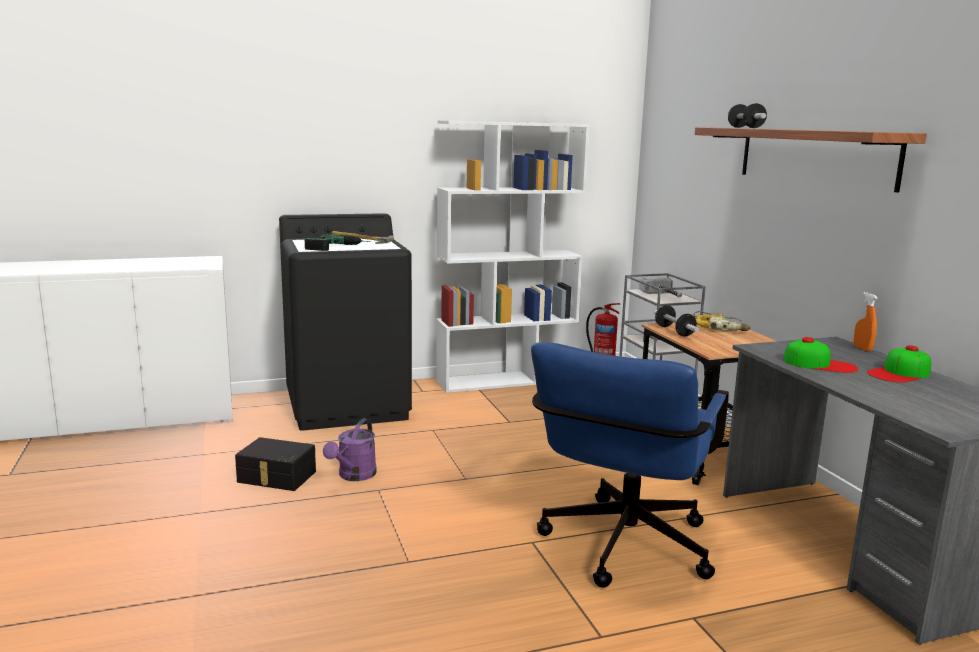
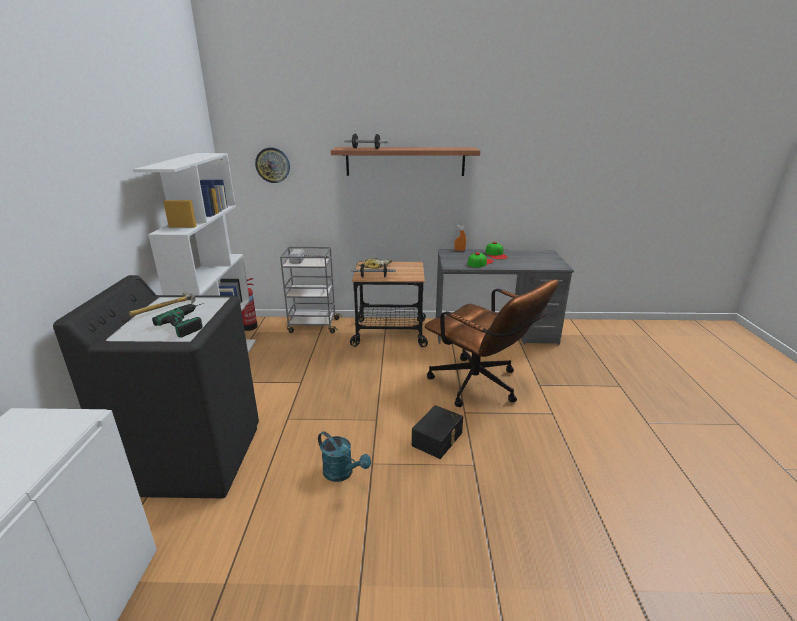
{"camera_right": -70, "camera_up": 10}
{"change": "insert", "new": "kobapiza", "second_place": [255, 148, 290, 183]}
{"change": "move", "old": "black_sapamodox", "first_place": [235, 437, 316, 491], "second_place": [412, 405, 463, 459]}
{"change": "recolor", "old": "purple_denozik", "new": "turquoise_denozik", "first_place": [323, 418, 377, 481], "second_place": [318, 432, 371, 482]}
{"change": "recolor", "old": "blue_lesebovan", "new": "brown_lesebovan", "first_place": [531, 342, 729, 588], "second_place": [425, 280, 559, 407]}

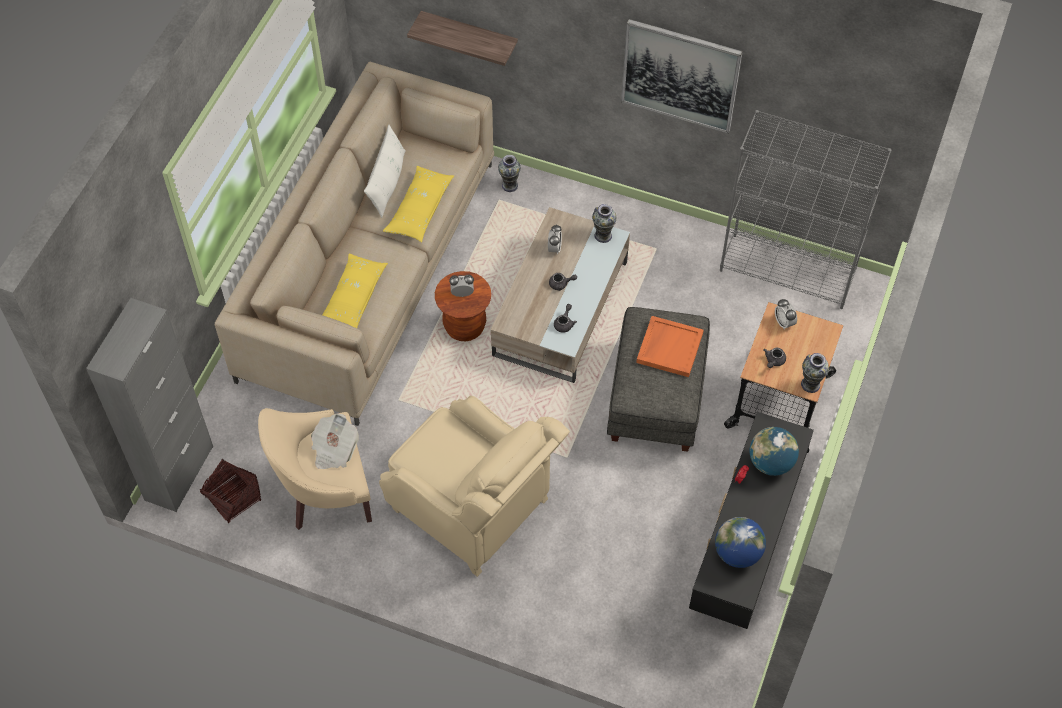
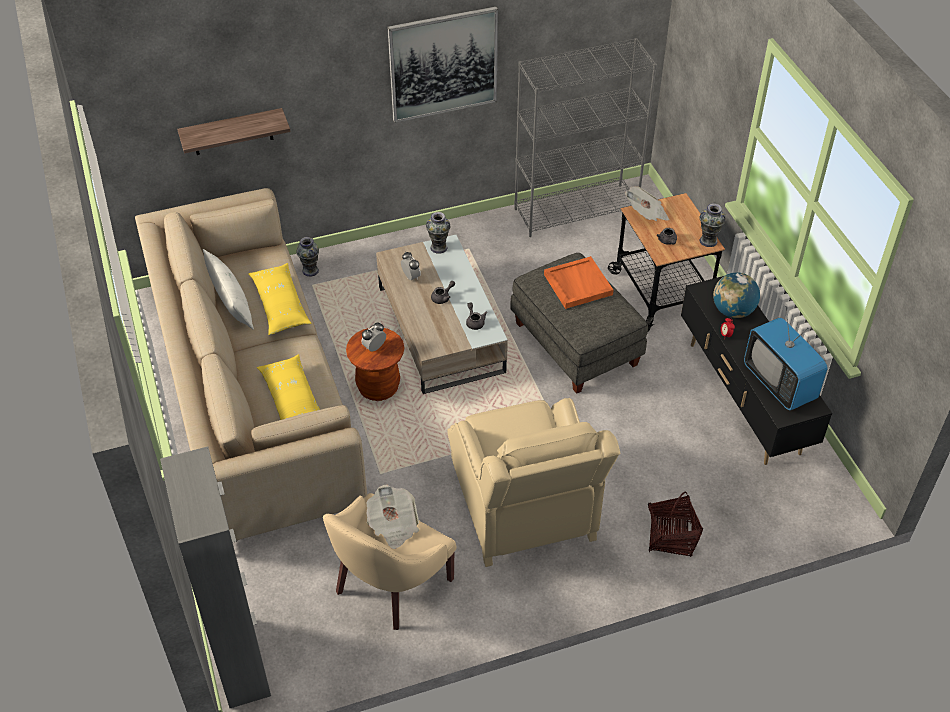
{"camera_right": -40, "camera_up": -10}
{"change": "move", "old": "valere", "first_place": [200, 459, 261, 523], "second_place": [648, 492, 703, 557]}
{"change": "replace", "old": "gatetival", "new": "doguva", "first_place": [715, 517, 766, 568], "second_place": [744, 306, 828, 411]}
{"change": "replace", "old": "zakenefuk", "new": "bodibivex", "first_place": [775, 299, 797, 330], "second_place": [625, 186, 669, 221]}
{"change": "rotate", "old": "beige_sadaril", "first_place": [379, 396, 570, 577], "second_place": [447, 398, 620, 567], "degrees": 75}

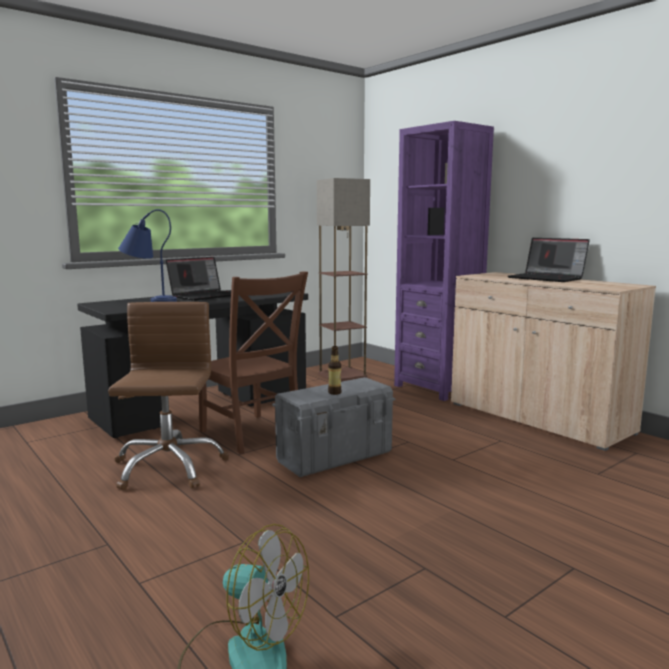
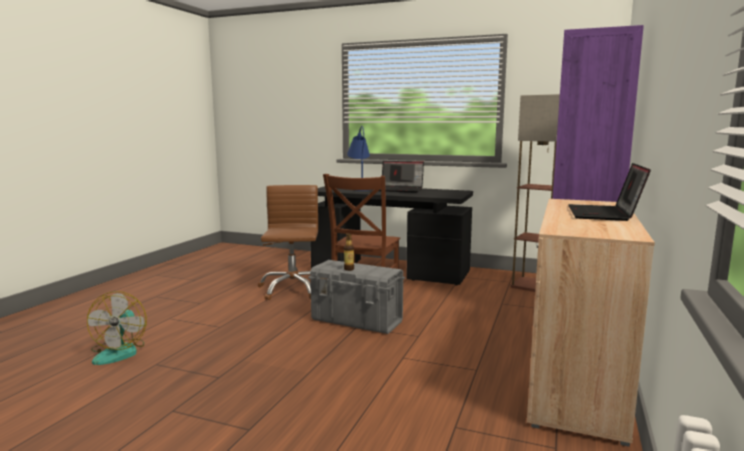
{"camera_right": 60, "camera_up": 0}
{"change": "rotate", "old": "brown_lesebovan", "first_place": [108, 302, 229, 490], "second_place": [258, 185, 318, 300], "degrees": -60}

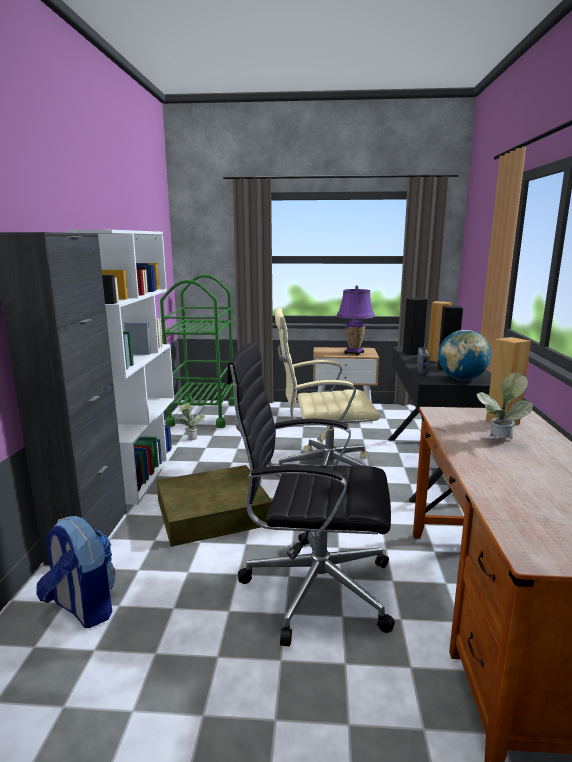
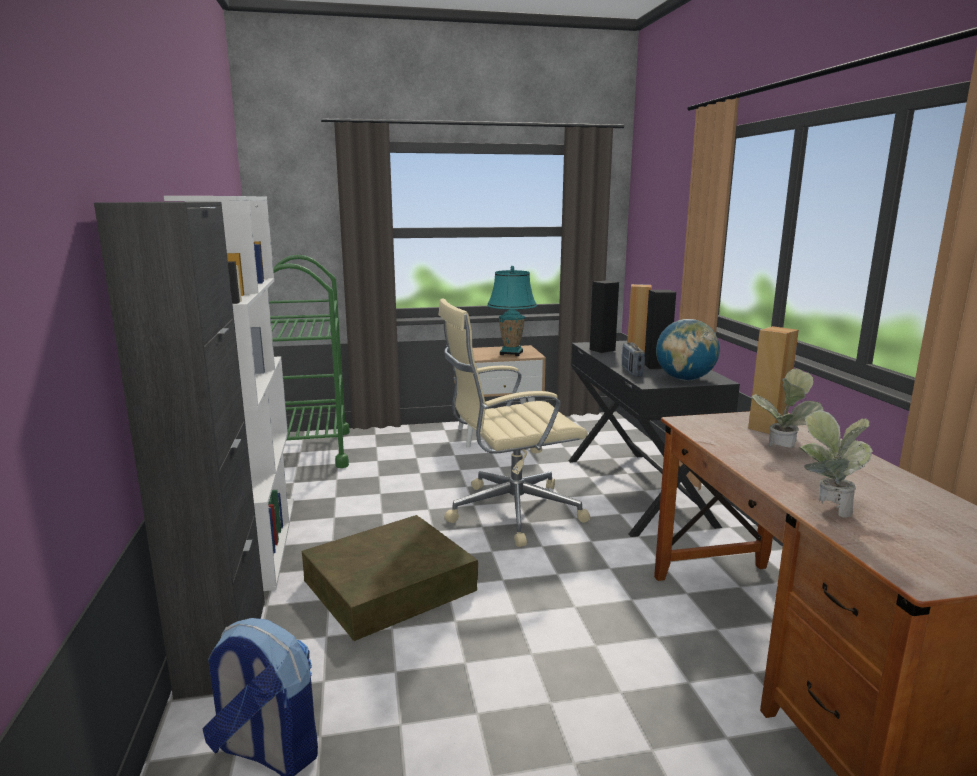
{"camera_right": -15, "camera_up": 0}
{"change": "delete", "old": "black_lesebovan", "first_place": [227, 340, 395, 646]}
{"change": "move", "old": "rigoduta", "first_place": [175, 403, 205, 441], "second_place": [799, 410, 873, 518]}
{"change": "recolor", "old": "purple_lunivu", "new": "turquoise_lunivu", "first_place": [337, 285, 375, 355], "second_place": [487, 266, 537, 356]}

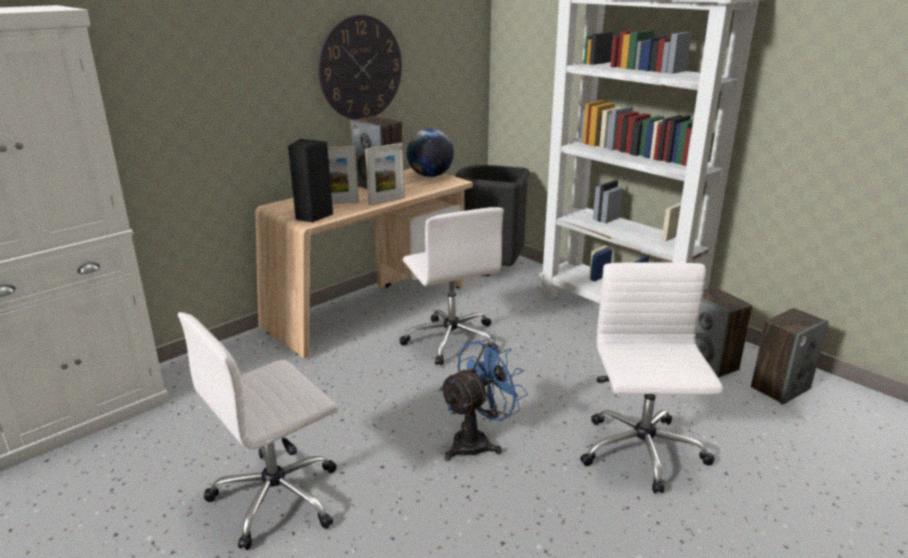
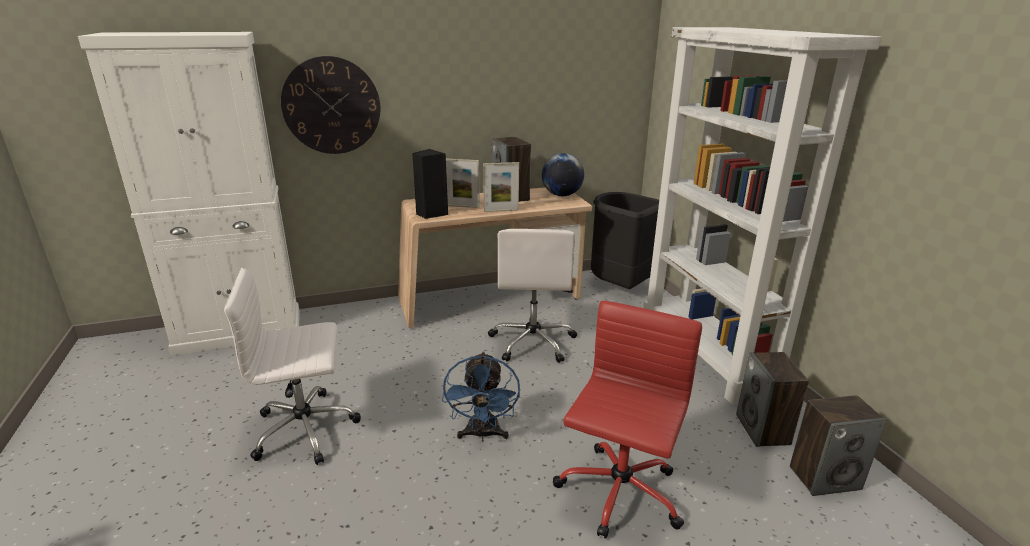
{"camera_right": 25, "camera_up": 0}
{"change": "move", "old": "kobapiza", "first_place": [318, 15, 402, 120], "second_place": [281, 56, 380, 154]}
{"change": "recolor", "old": "white_lesebovan", "new": "red_lesebovan", "first_place": [580, 262, 723, 493], "second_place": [553, 301, 702, 539]}
{"change": "rotate", "old": "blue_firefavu", "first_place": [438, 337, 528, 461], "second_place": [442, 352, 520, 441], "degrees": 105}

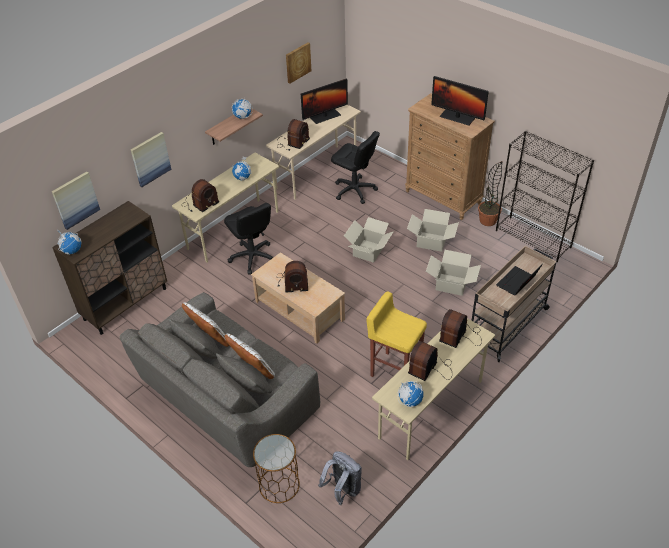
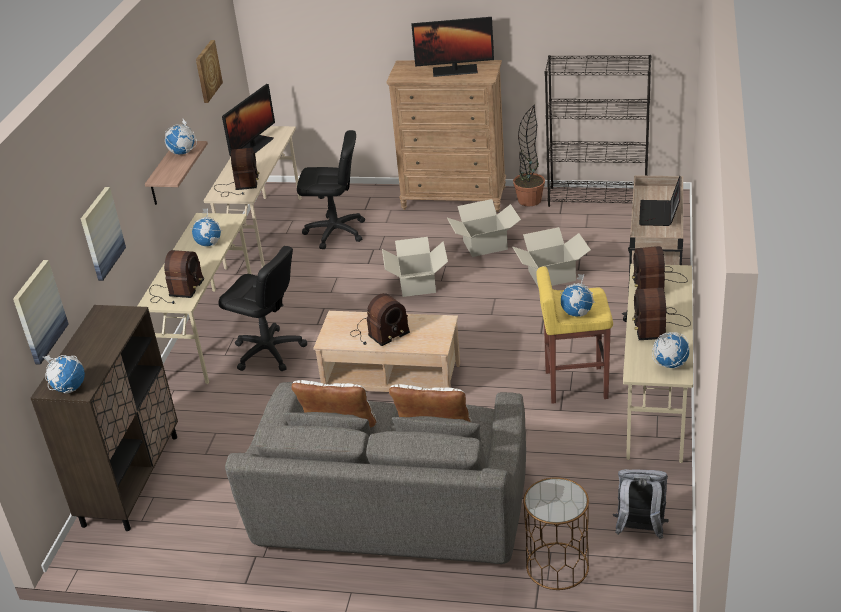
{"camera_right": -30, "camera_up": -10}
{"change": "insert", "new": "gatetival", "second_place": [560, 274, 595, 317]}

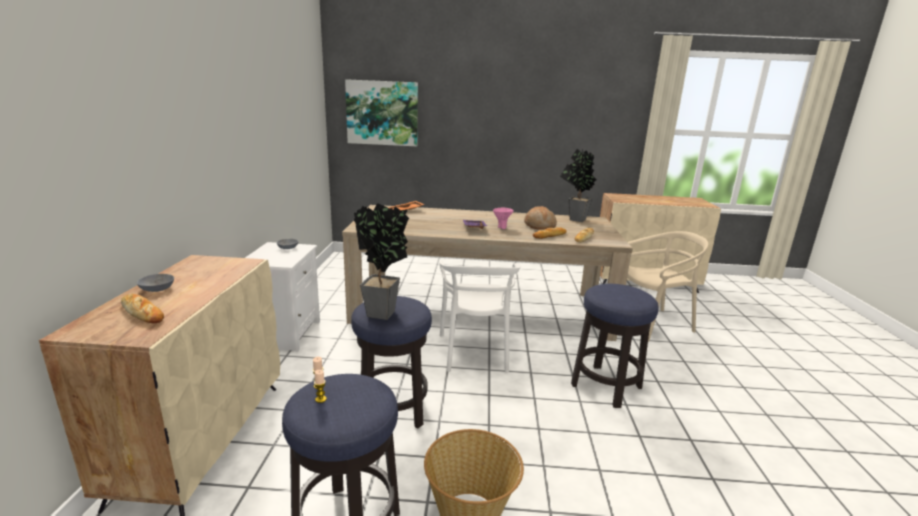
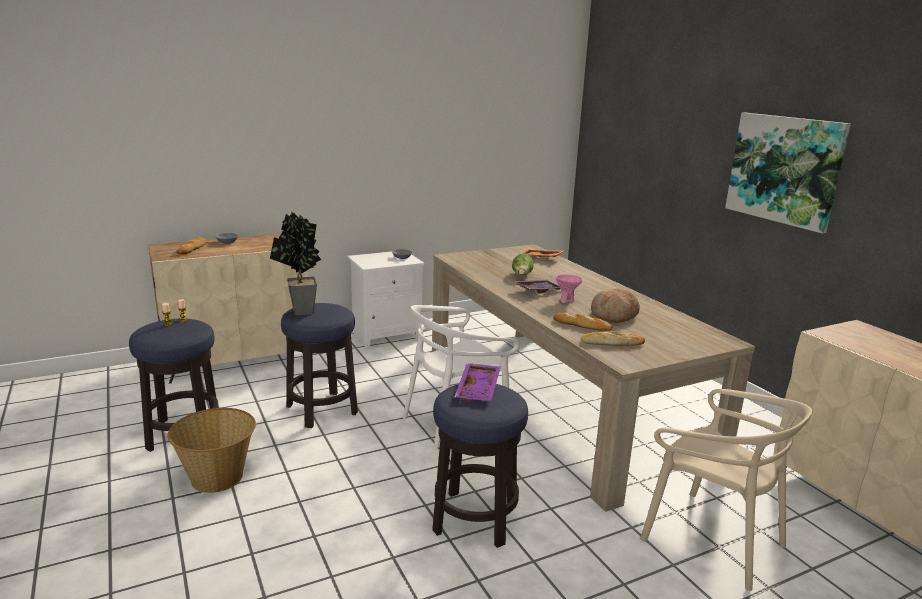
{"camera_right": 60, "camera_up": 0}
{"change": "delete", "old": "rigoduta", "first_place": [560, 149, 597, 222]}
{"change": "insert", "new": "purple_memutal", "second_place": [455, 363, 501, 402]}
{"change": "insert", "new": "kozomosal", "second_place": [512, 253, 534, 275]}
{"change": "move", "old": "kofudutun", "first_place": [345, 79, 418, 146], "second_place": [725, 113, 851, 233]}

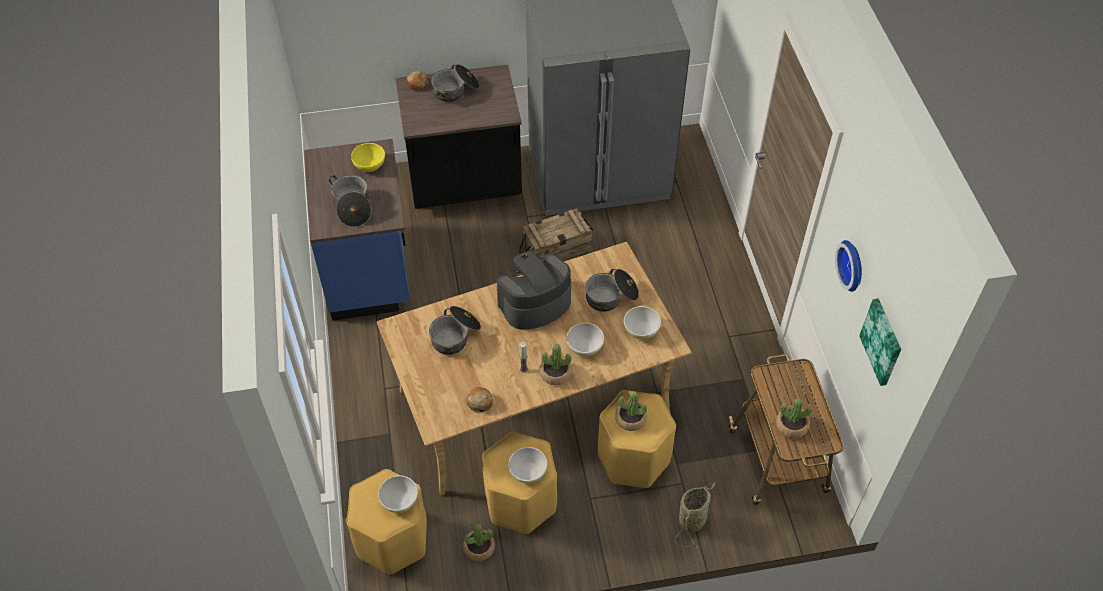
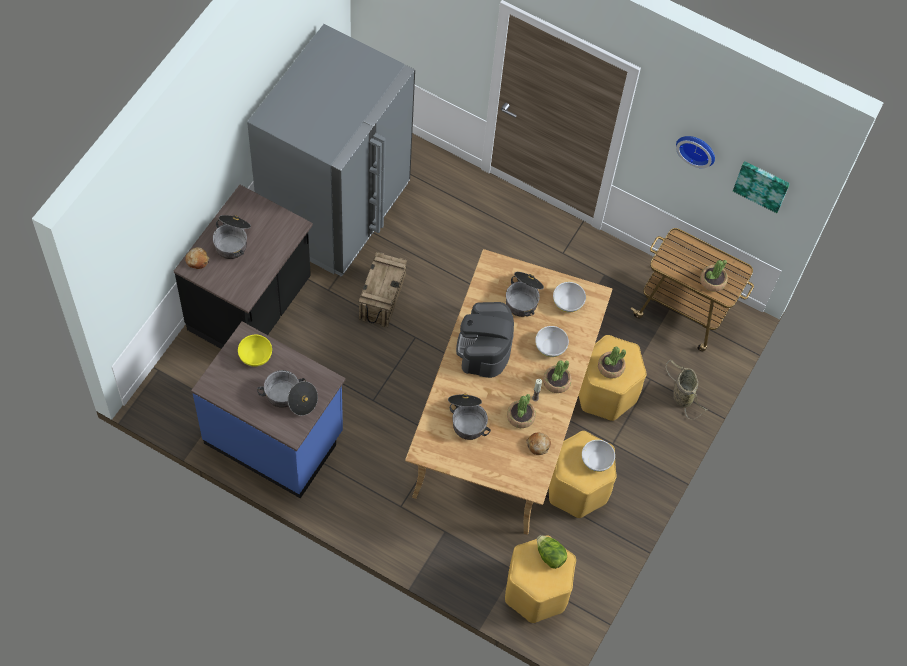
{"camera_right": -55, "camera_up": 10}
{"change": "move", "old": "rigoduta", "first_place": [463, 524, 495, 561], "second_place": [507, 394, 536, 428]}
{"change": "replace", "old": "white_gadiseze", "new": "kozomosal", "first_place": [378, 475, 418, 513], "second_place": [537, 535, 567, 569]}

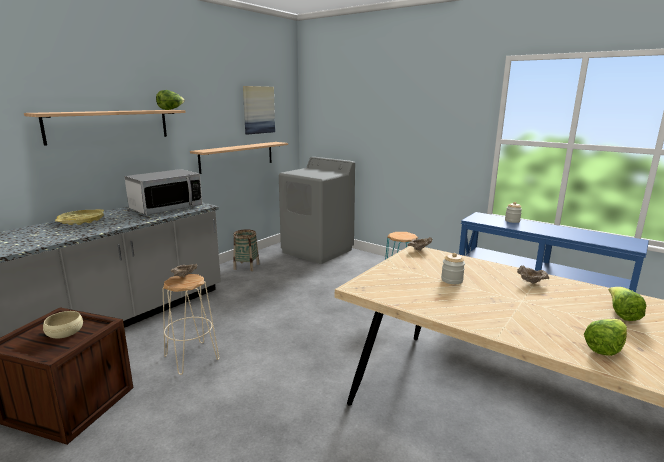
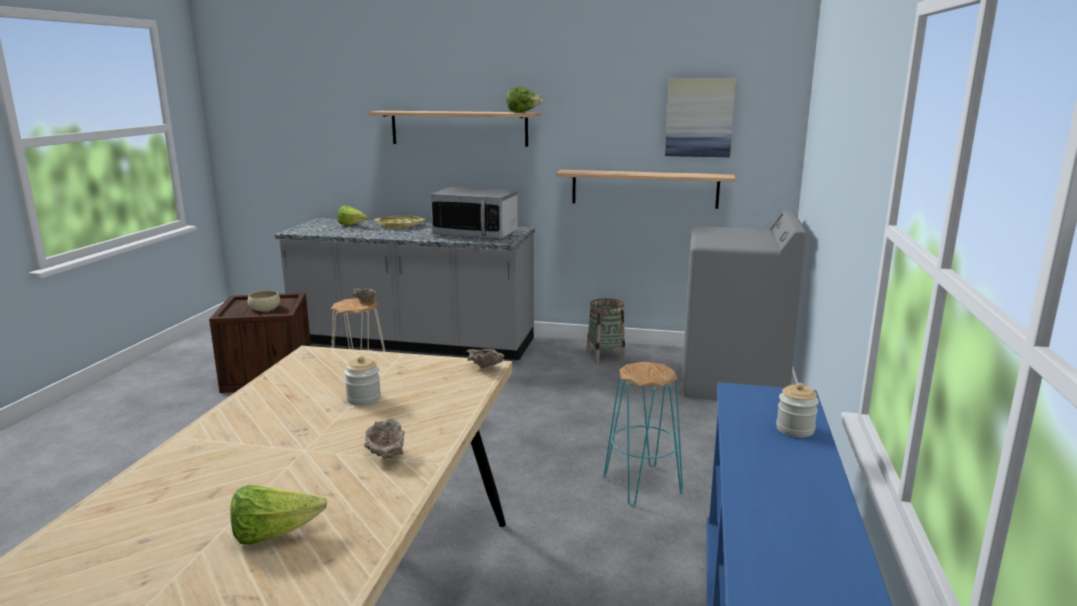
{"camera_right": 65, "camera_up": 0}
{"change": "move", "old": "kozomosal", "first_place": [584, 319, 627, 356], "second_place": [337, 205, 368, 225]}

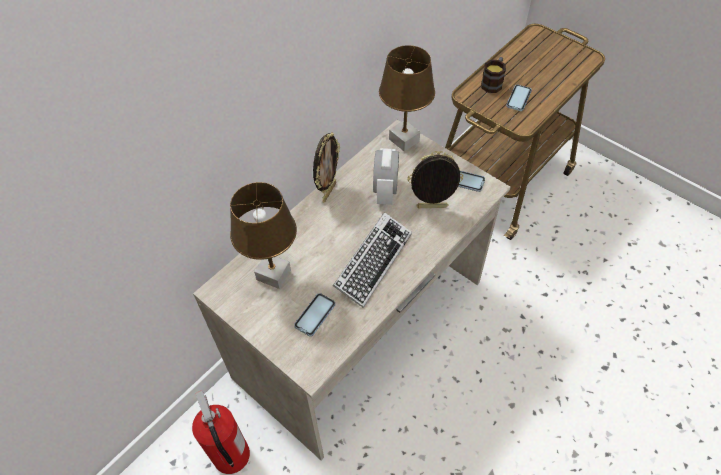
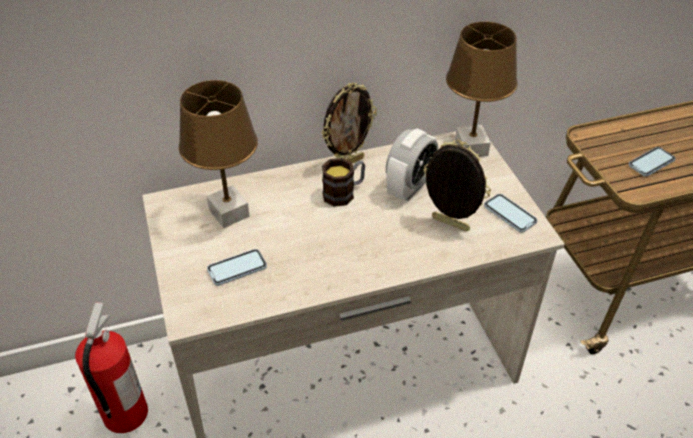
{"camera_right": 30, "camera_up": -10}
{"change": "delete", "old": "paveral", "first_place": [333, 212, 412, 308]}
{"change": "move", "old": "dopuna", "first_place": [481, 57, 506, 93], "second_place": [322, 158, 365, 207]}

